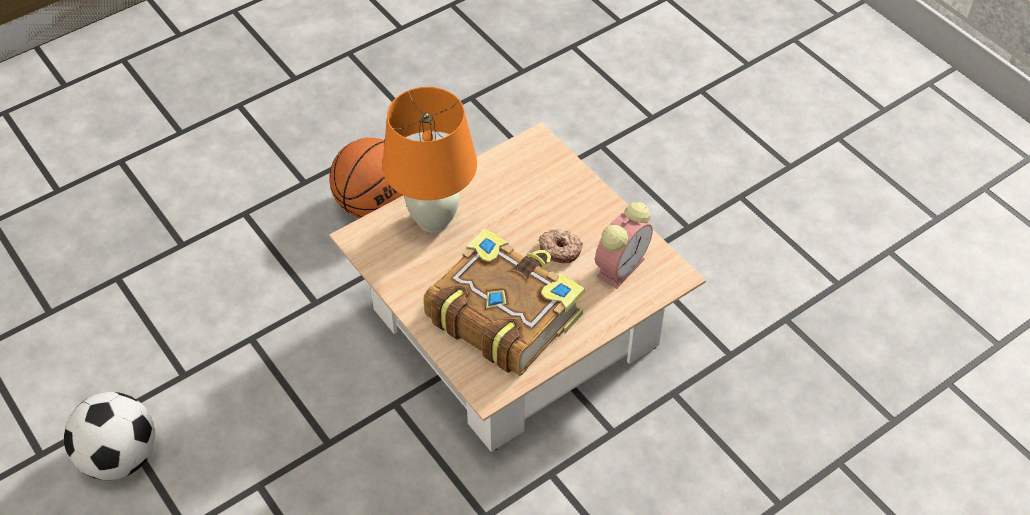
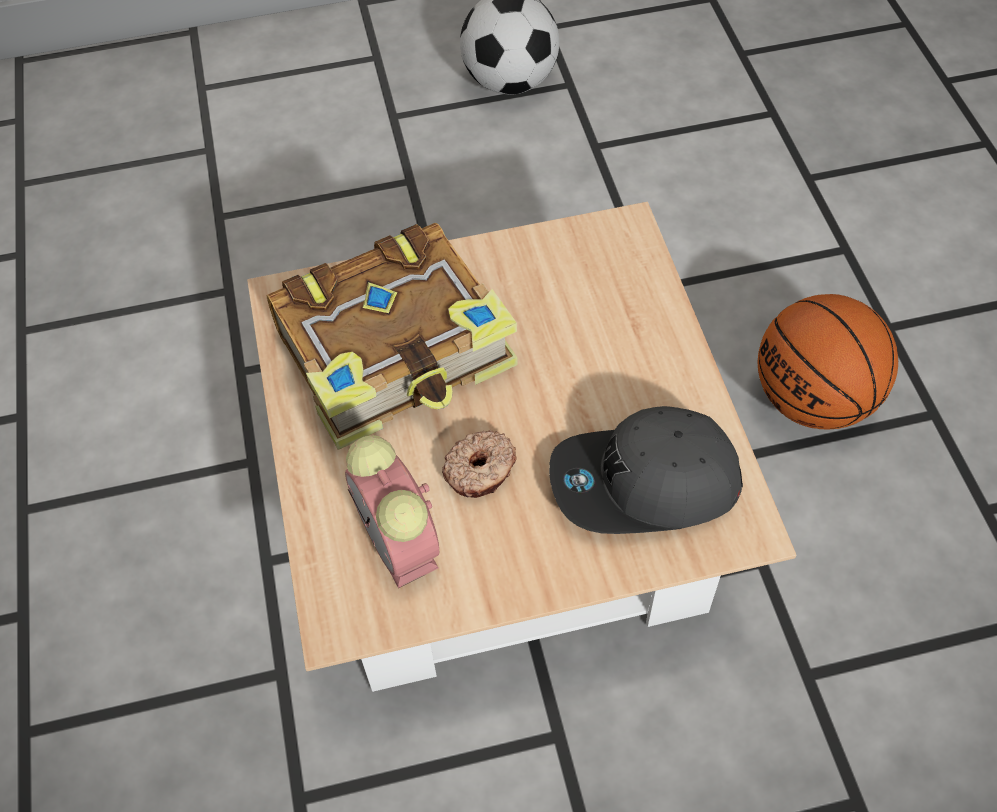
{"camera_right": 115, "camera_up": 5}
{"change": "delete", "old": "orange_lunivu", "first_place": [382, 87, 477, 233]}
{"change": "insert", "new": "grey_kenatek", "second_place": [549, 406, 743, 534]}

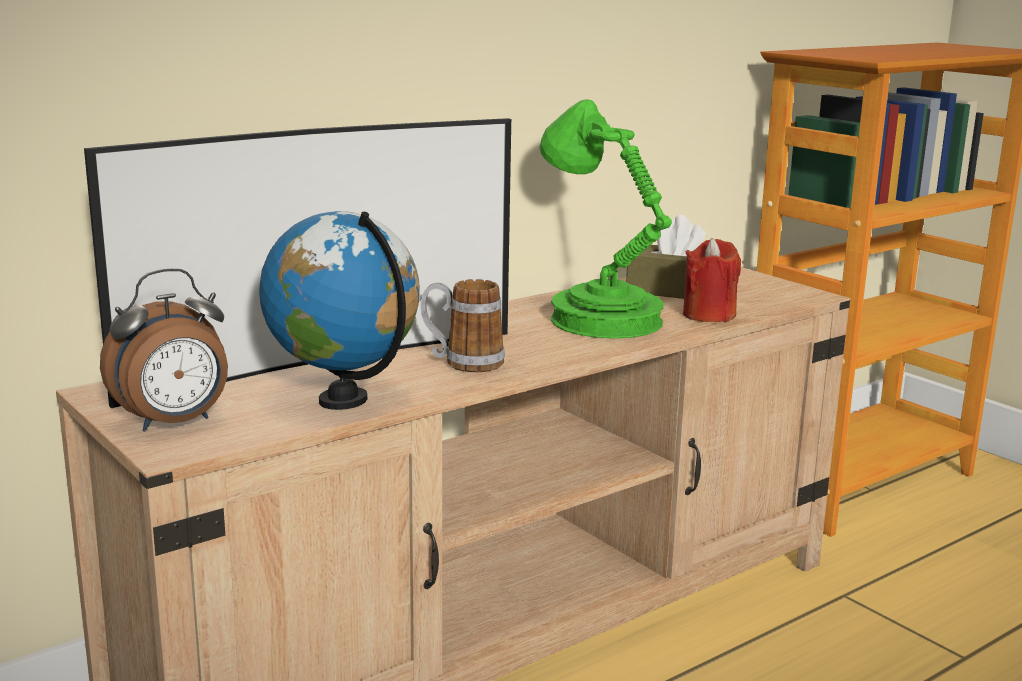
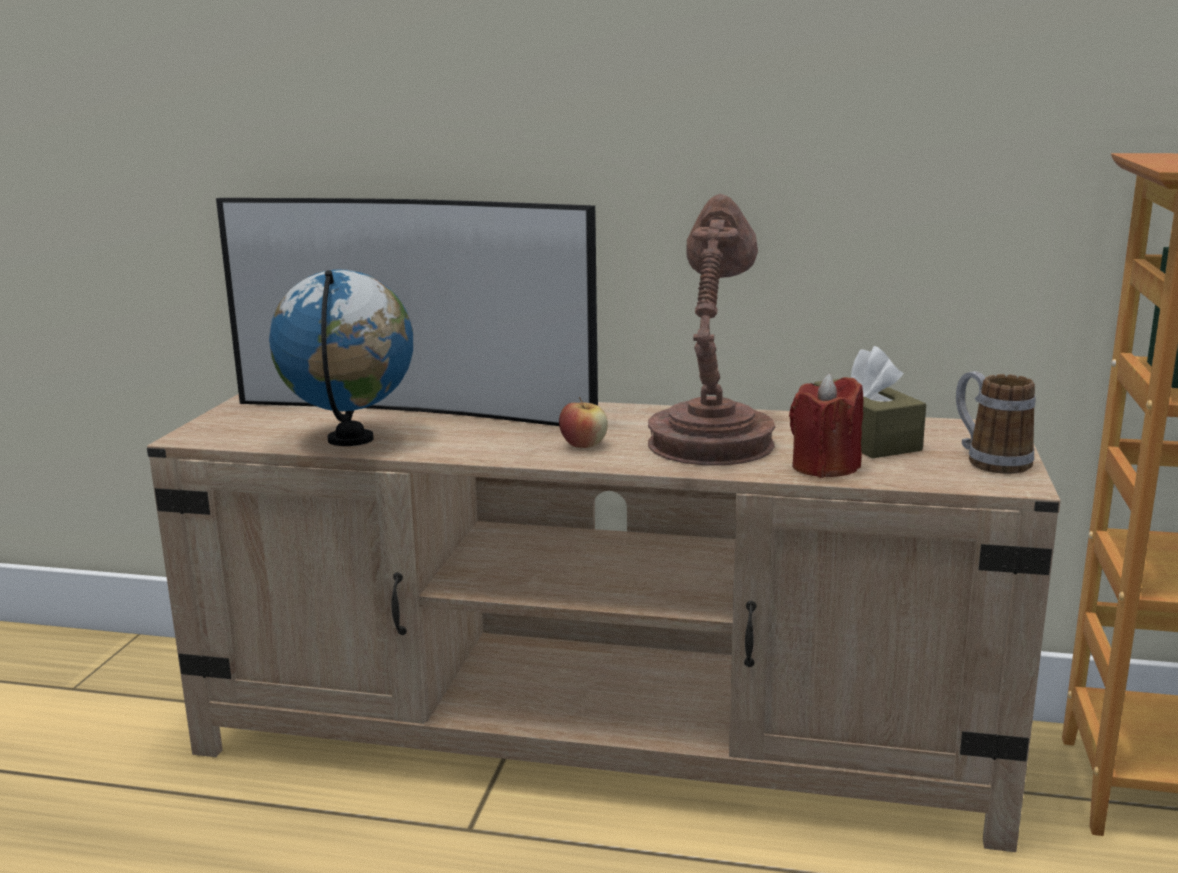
{"camera_right": 50, "camera_up": 0}
{"change": "delete", "old": "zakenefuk", "first_place": [100, 268, 228, 432]}
{"change": "insert", "new": "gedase", "second_place": [559, 397, 608, 448]}
{"change": "move", "old": "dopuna", "first_place": [421, 279, 505, 372], "second_place": [956, 371, 1035, 474]}
{"change": "recolor", "old": "green_lunivu", "new": "brown_lunivu", "first_place": [539, 99, 672, 338], "second_place": [648, 194, 775, 465]}

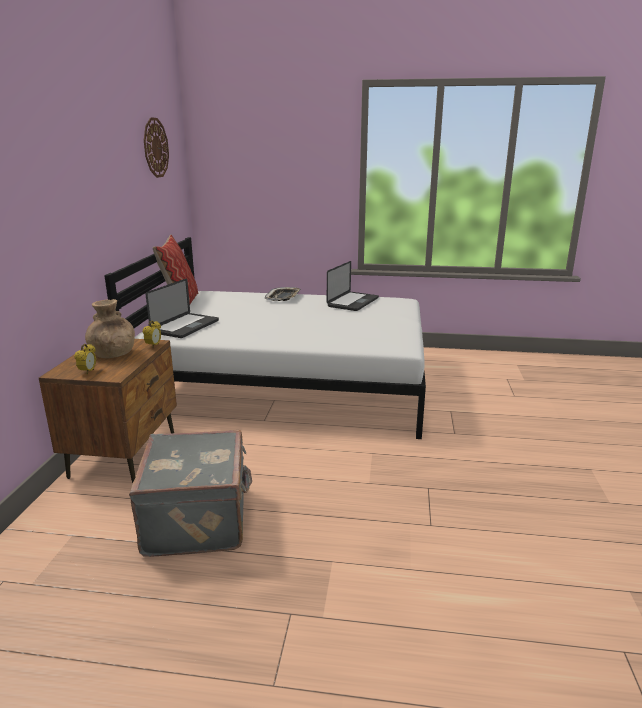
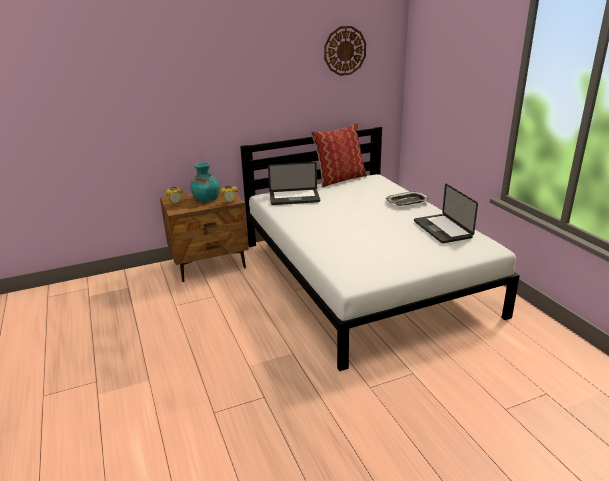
{"camera_right": 60, "camera_up": 5}
{"change": "delete", "old": "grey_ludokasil", "first_place": [129, 430, 252, 557]}
{"change": "recolor", "old": "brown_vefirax", "new": "turquoise_vefirax", "first_place": [85, 299, 135, 358], "second_place": [190, 163, 220, 202]}
{"change": "rotate", "old": "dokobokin", "first_place": [327, 261, 379, 311], "second_place": [414, 184, 478, 243], "degrees": 75}

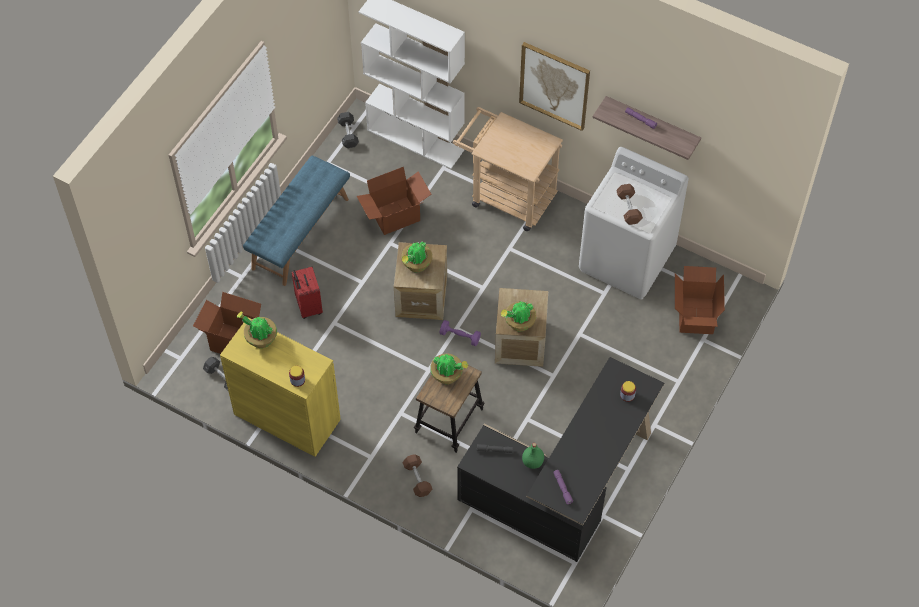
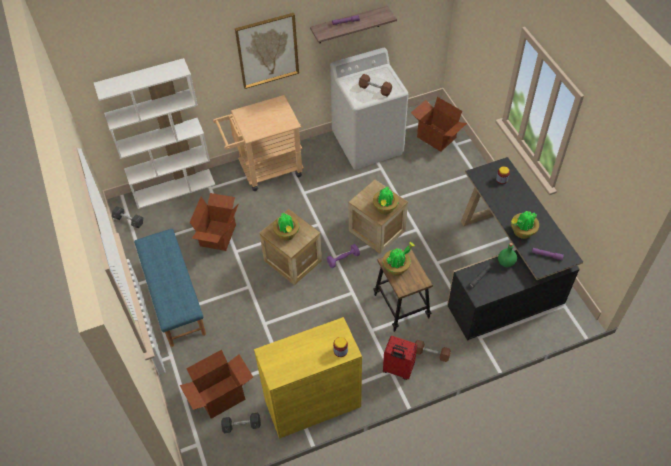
{"camera_right": -50, "camera_up": -5}
{"change": "move", "old": "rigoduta", "first_place": [237, 312, 277, 348], "second_place": [511, 211, 539, 239]}
{"change": "move", "old": "red_ludokasil", "first_place": [292, 267, 323, 319], "second_place": [383, 336, 417, 380]}

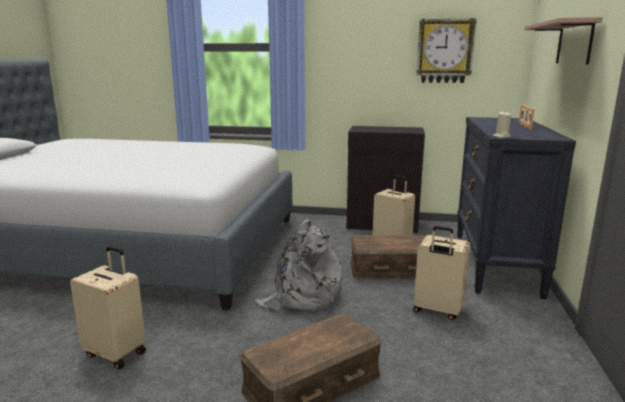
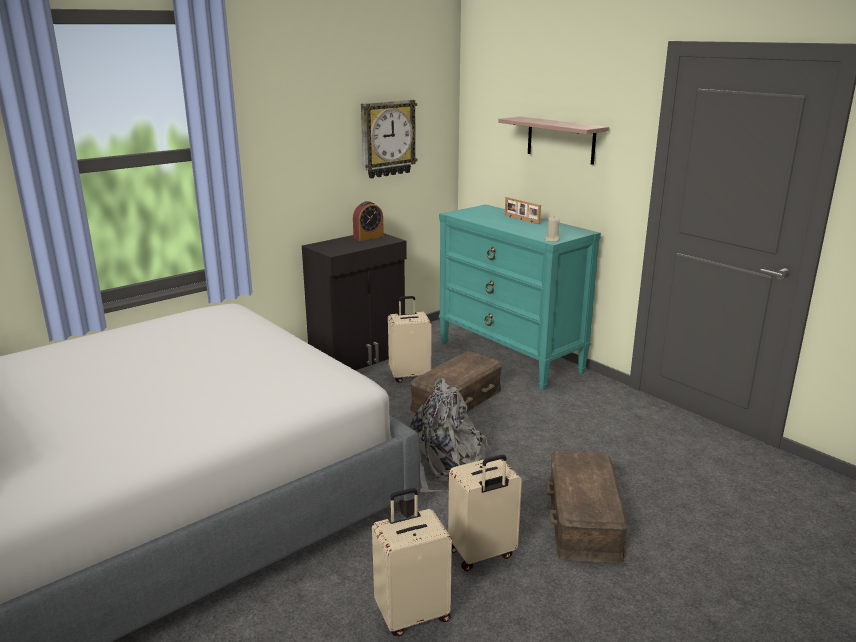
{"camera_right": -50, "camera_up": 5}
{"change": "insert", "new": "zakenefuk", "second_place": [353, 201, 384, 241]}
{"change": "move", "old": "beige_ludokasil", "first_place": [413, 226, 470, 320], "second_place": [448, 455, 522, 571]}
{"change": "recolor", "old": "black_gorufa", "new": "turquoise_gorufa", "first_place": [457, 117, 576, 299], "second_place": [439, 204, 601, 390]}

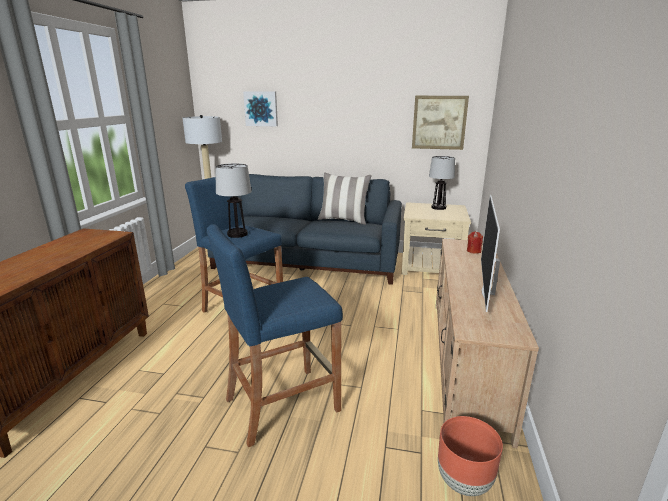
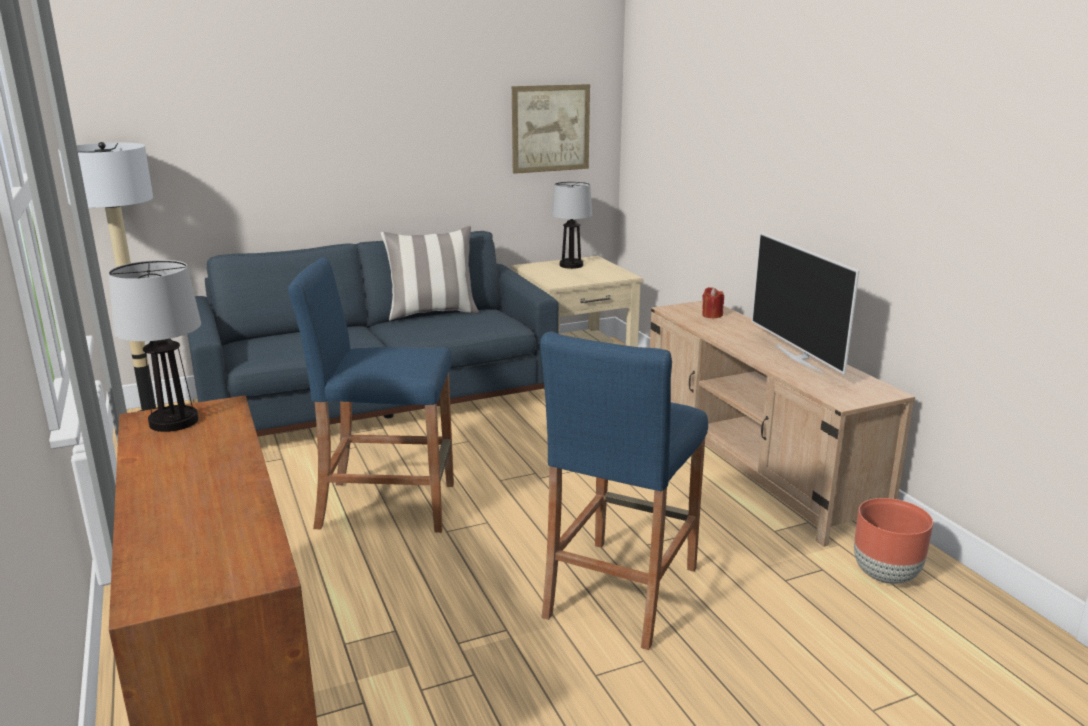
{"camera_right": -35, "camera_up": 0}
{"change": "delete", "old": "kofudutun", "first_place": [243, 91, 278, 126]}
{"change": "move", "old": "lunivu", "first_place": [215, 163, 252, 238], "second_place": [108, 260, 201, 432]}

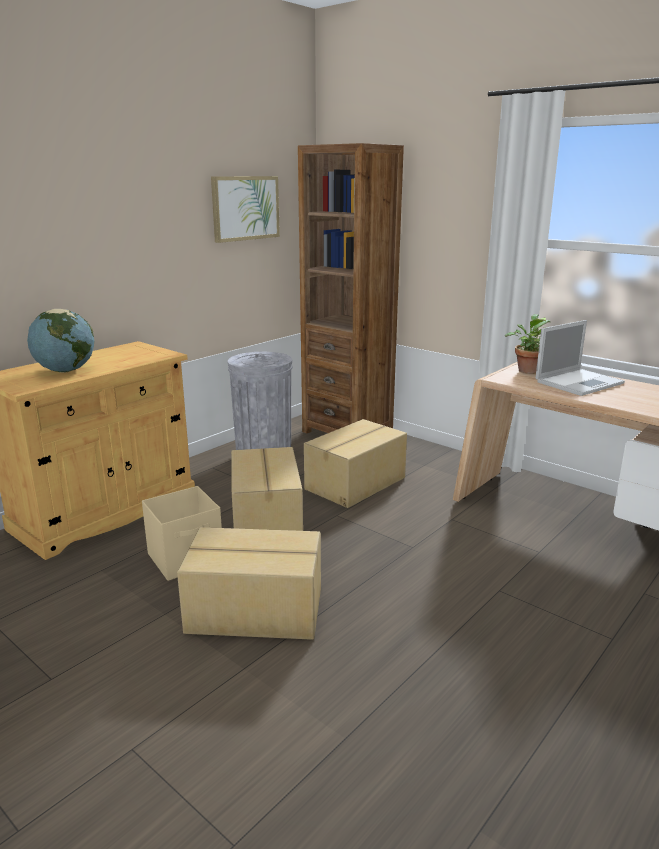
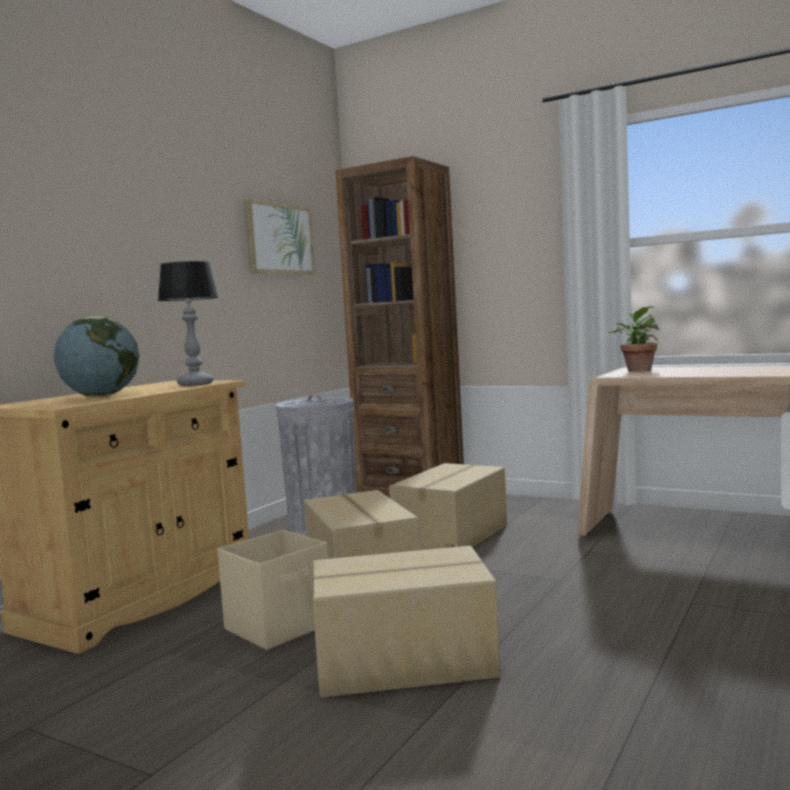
{"camera_right": -10, "camera_up": -15}
{"change": "delete", "old": "dokobokin", "first_place": [535, 320, 625, 396]}
{"change": "insert", "new": "lunivu", "second_place": [158, 261, 218, 386]}

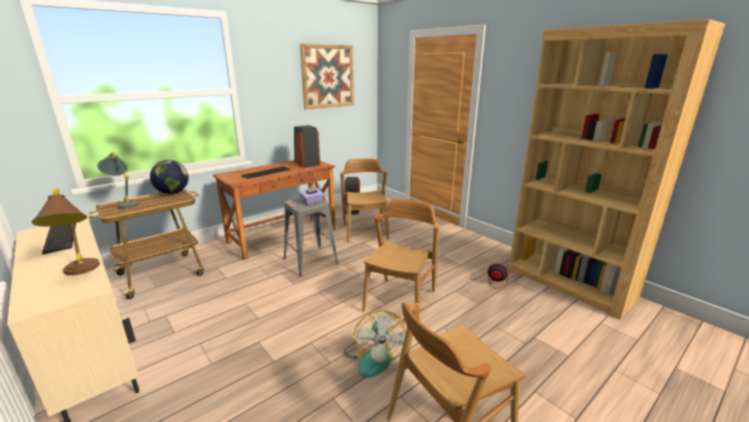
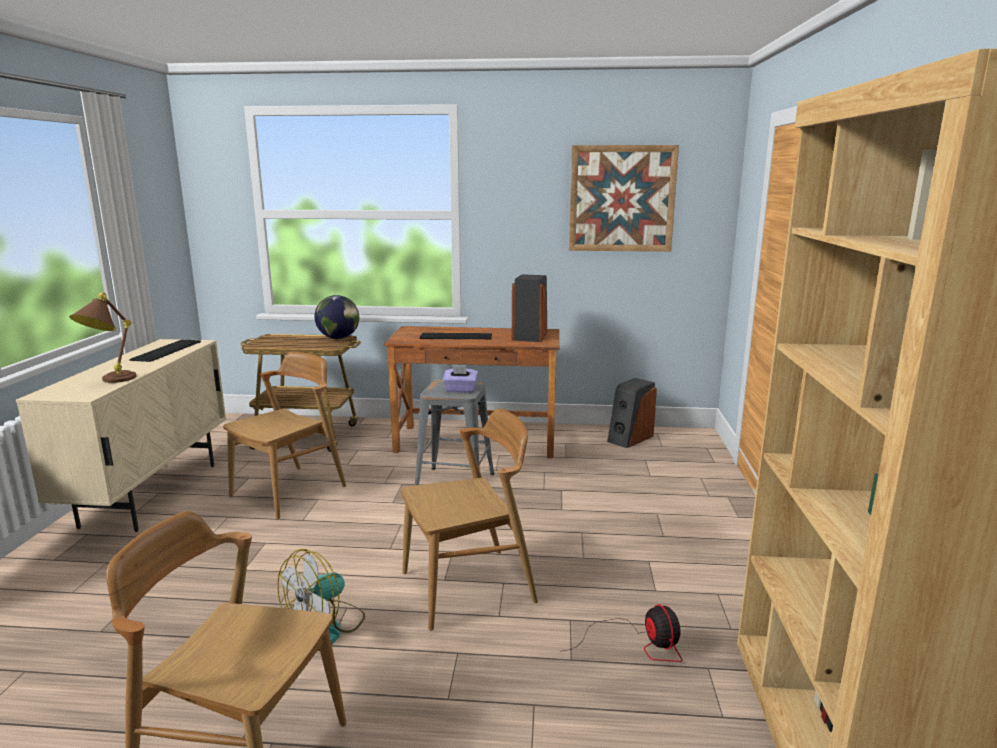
{"camera_right": 45, "camera_up": -5}
{"change": "delete", "old": "grey_lunivu", "first_place": [97, 151, 139, 209]}
{"change": "move", "old": "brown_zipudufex", "first_place": [340, 159, 389, 243], "second_place": [223, 351, 346, 519]}

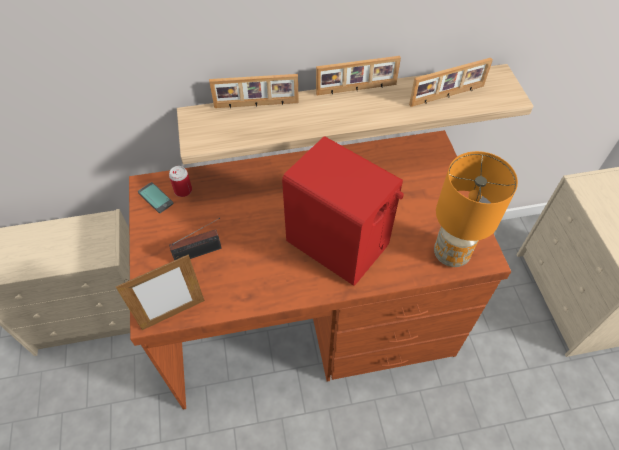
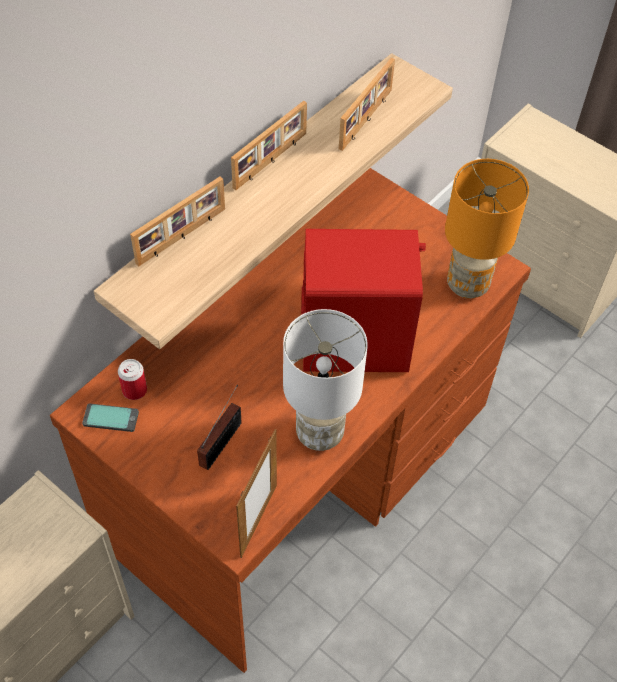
{"camera_right": -40, "camera_up": 0}
{"change": "insert", "new": "white_lunivu", "second_place": [283, 309, 368, 451]}

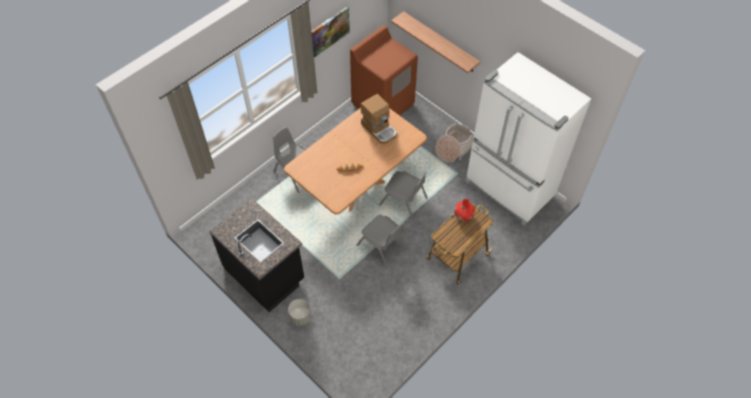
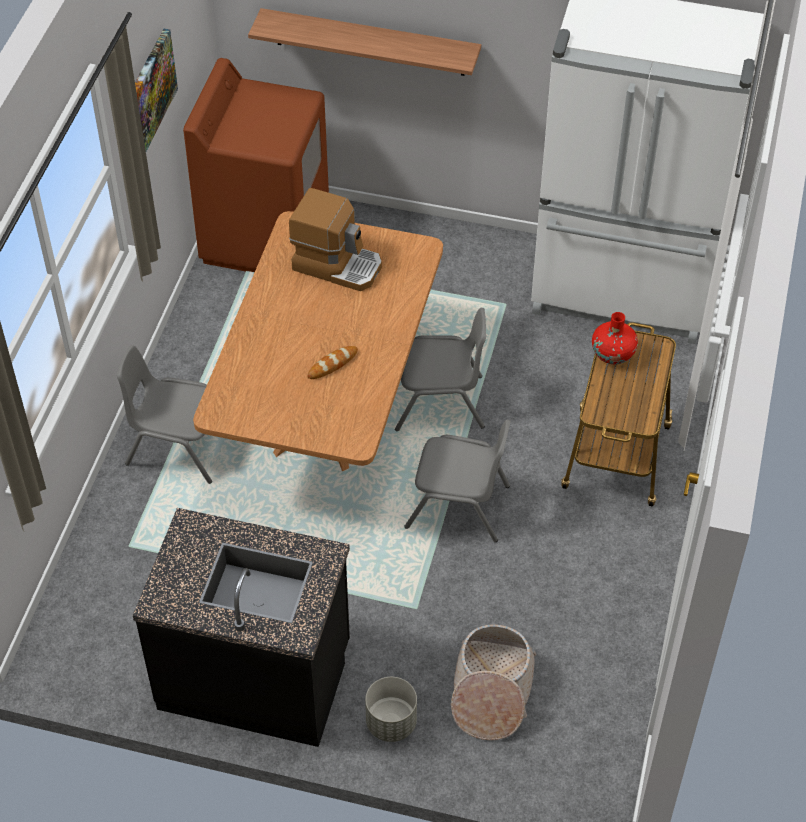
{"camera_right": -30, "camera_up": -5}
{"change": "move", "old": "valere", "first_place": [435, 124, 474, 163], "second_place": [450, 625, 537, 740]}

